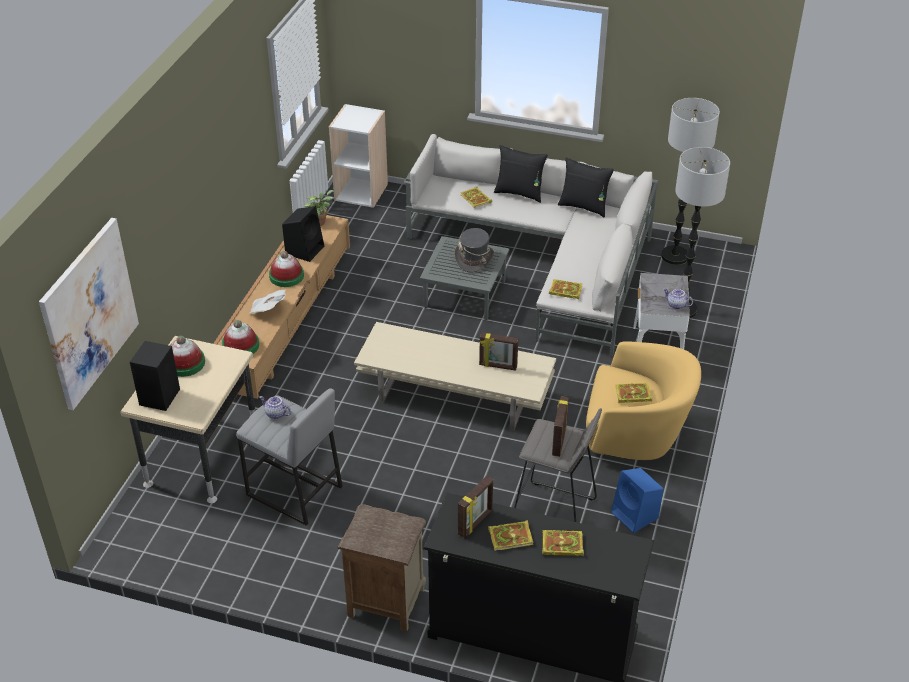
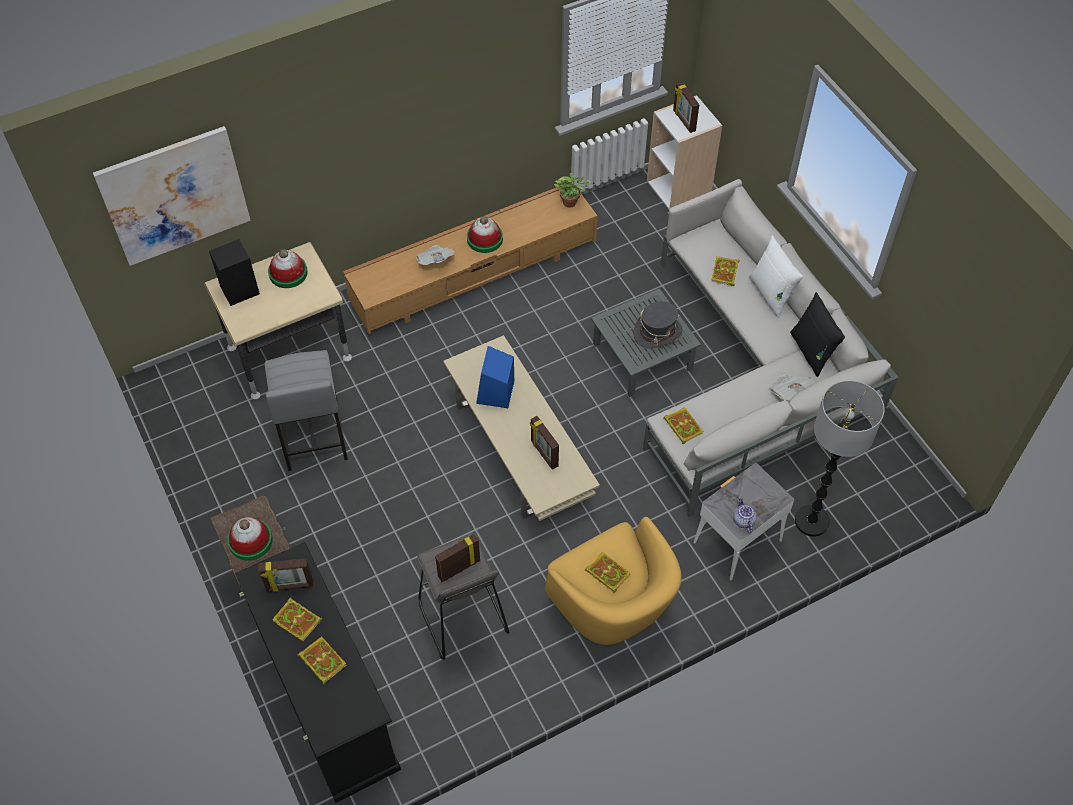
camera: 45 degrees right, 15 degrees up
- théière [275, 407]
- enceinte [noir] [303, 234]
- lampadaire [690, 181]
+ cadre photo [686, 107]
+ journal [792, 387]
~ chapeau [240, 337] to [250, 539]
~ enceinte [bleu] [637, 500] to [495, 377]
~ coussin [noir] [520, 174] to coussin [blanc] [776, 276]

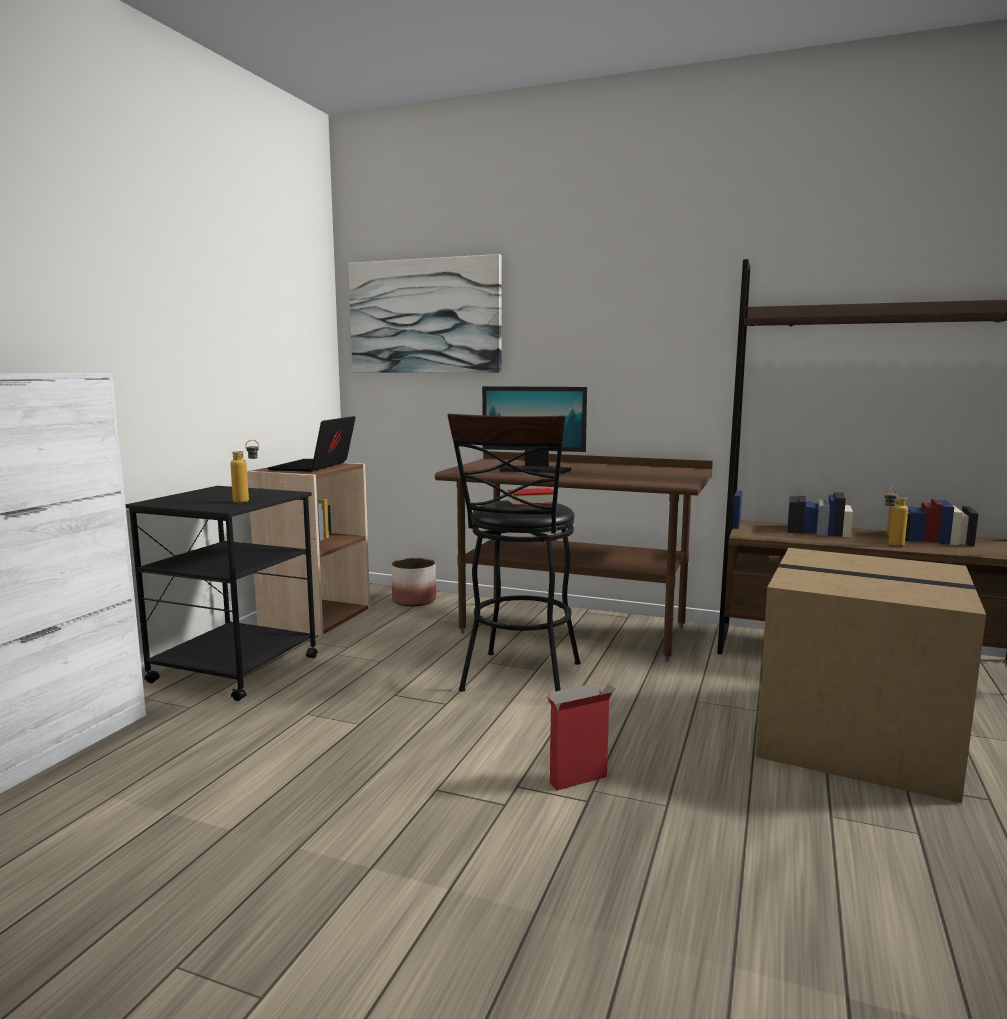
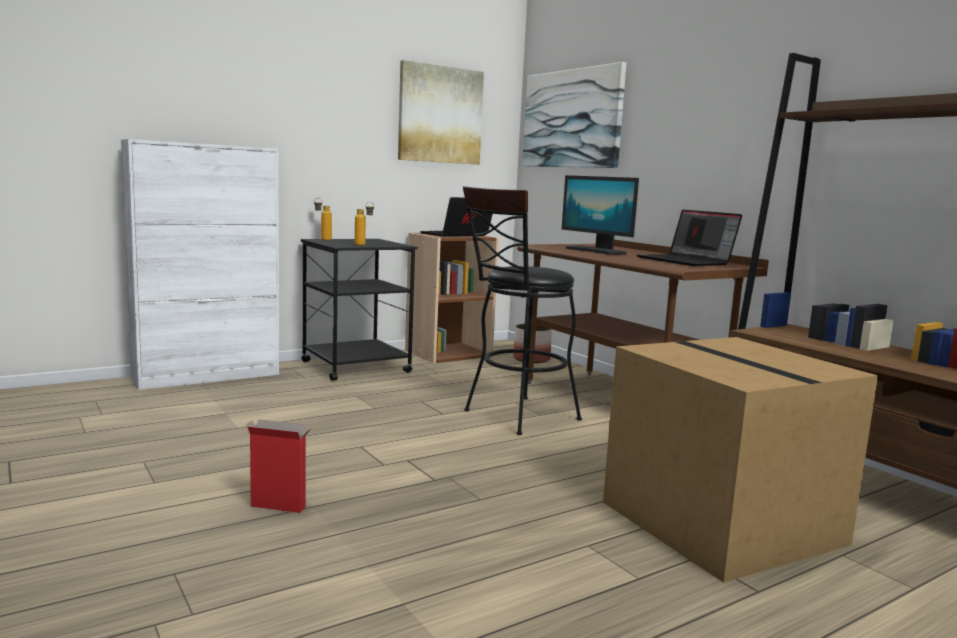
camera: 35 degrees right, 0 degrees up
- livre [532, 497]
+ tableau [441, 112]
+ ordinateur portable [689, 238]
~ carton [581, 736] to [278, 466]
~ bouteille [896, 517] to [323, 219]

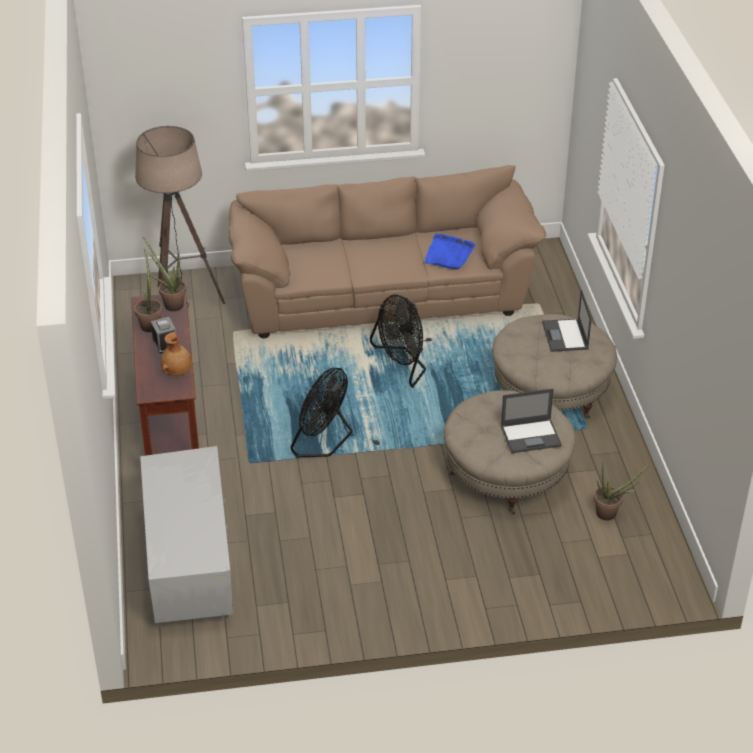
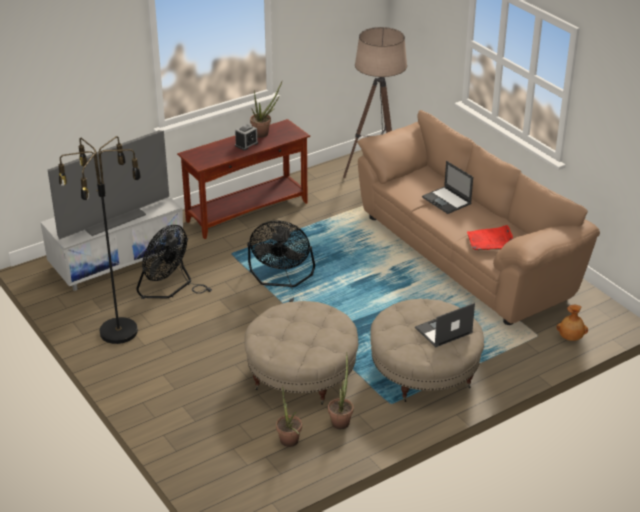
camera: 65 degrees right, 5 degrees down
+ téléviseur [108, 185]
+ lampadaire [99, 240]
~ plante en pot [164, 274] to [341, 391]
~ vase [marron] [176, 354] to [572, 323]
~ ventilateur [noir] [401, 341] to [174, 262]
~ ordinateur portable [531, 421] to [447, 187]
~ plateau [bleu] [450, 252] to plateau [rouge] [490, 238]

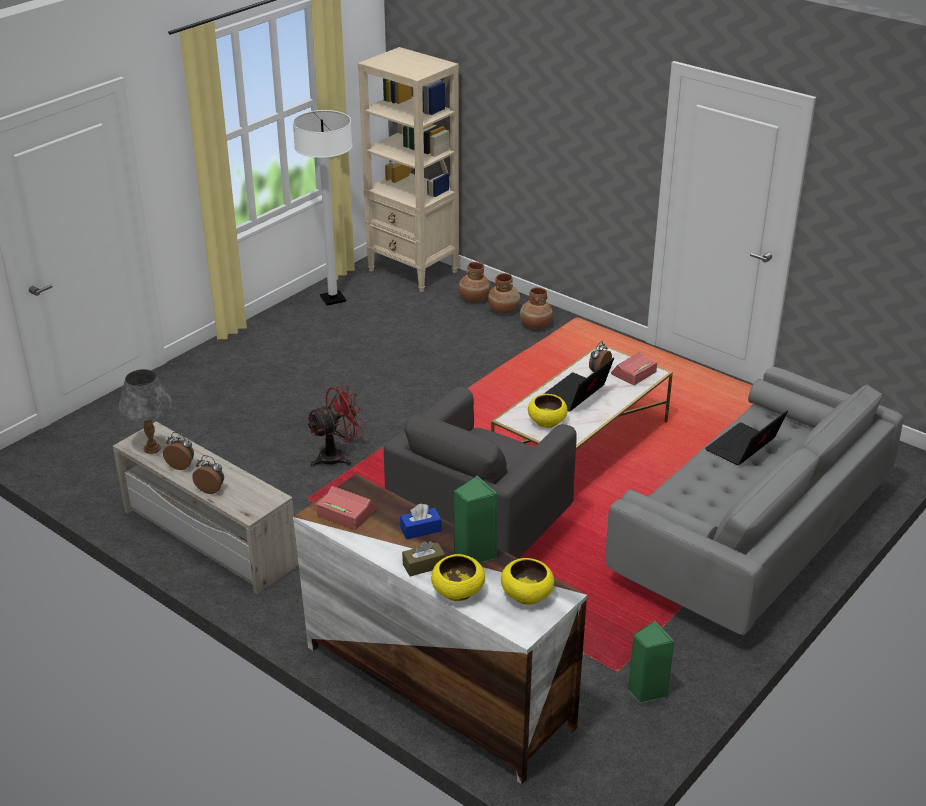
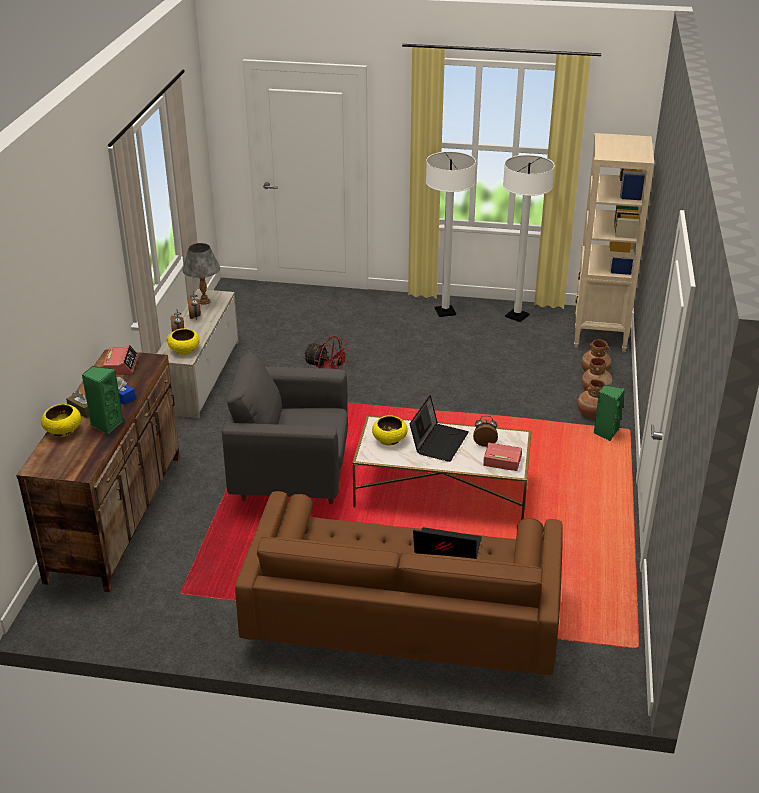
camera: 60 degrees right, 0 degrees up
+ lampadaire [blanc] [451, 234]
~ bol [jaune] [527, 581] to [183, 341]
~ enceinte [vert] [651, 662] to [609, 413]
~ meuble de rangement [blanc] [440, 629] to meuble de rangement [marron] [98, 470]
~ canapé [gris] [754, 501] to canapé [marron] [399, 583]
~ ordinateur portable [579, 384] = [439, 428] 105 degrees clockwise

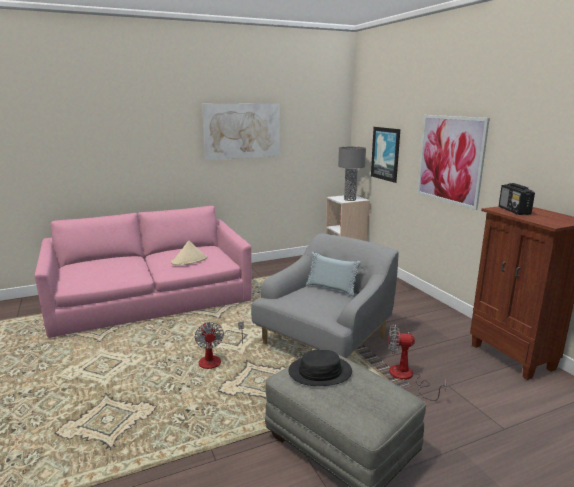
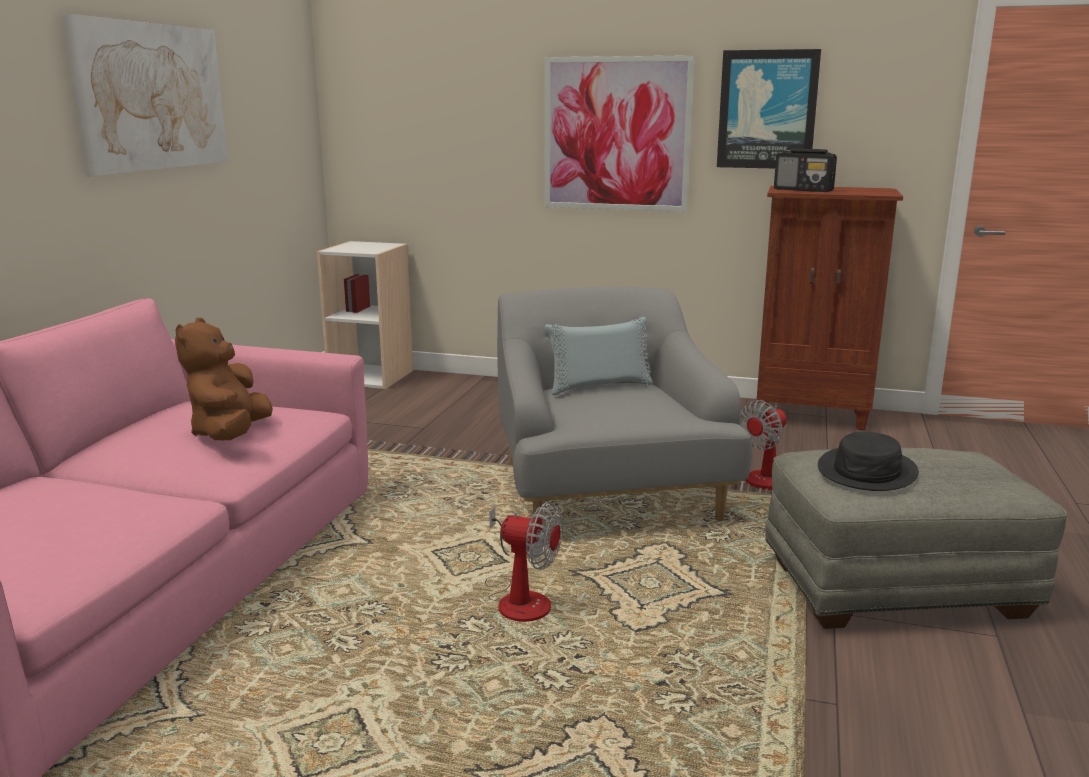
camera: 50 degrees left, 0 degrees up
- lampe de table [gris] [352, 174]
~ tableau [385, 155] to [769, 108]
~ chapeau [beige] [189, 252] to peluche [marron] [224, 379]

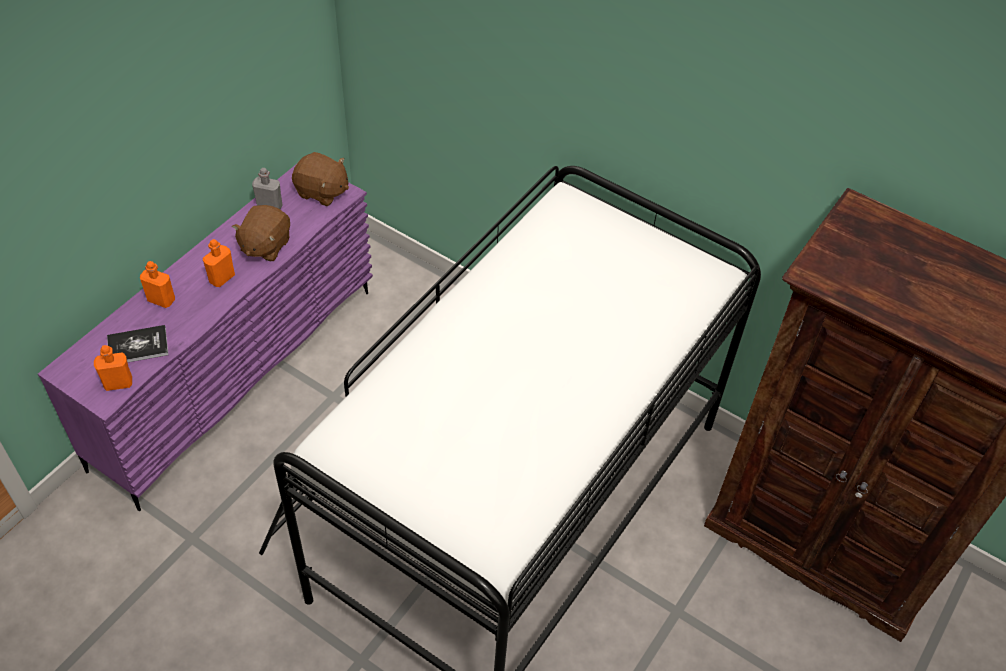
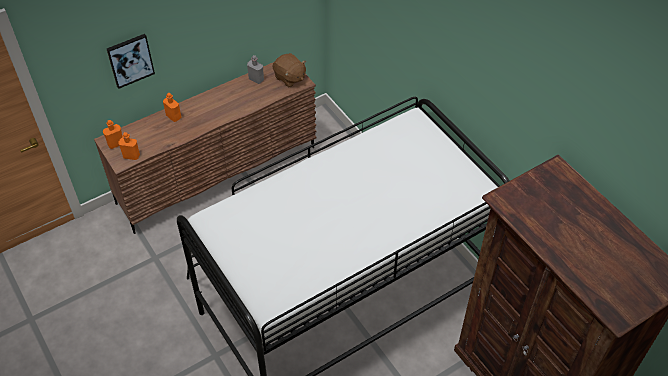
camera: 25 degrees right, 0 degrees up
- livre [137, 343]
- peluche [marron] [261, 233]
+ tableau [131, 61]
~ bouteille [orange] [219, 263] to [112, 134]
~ commode [violet] [205, 338] to commode [marron] [205, 148]

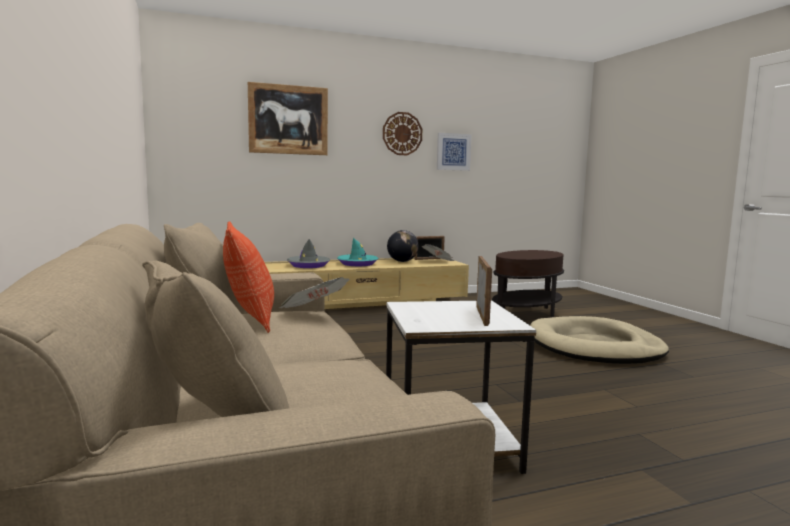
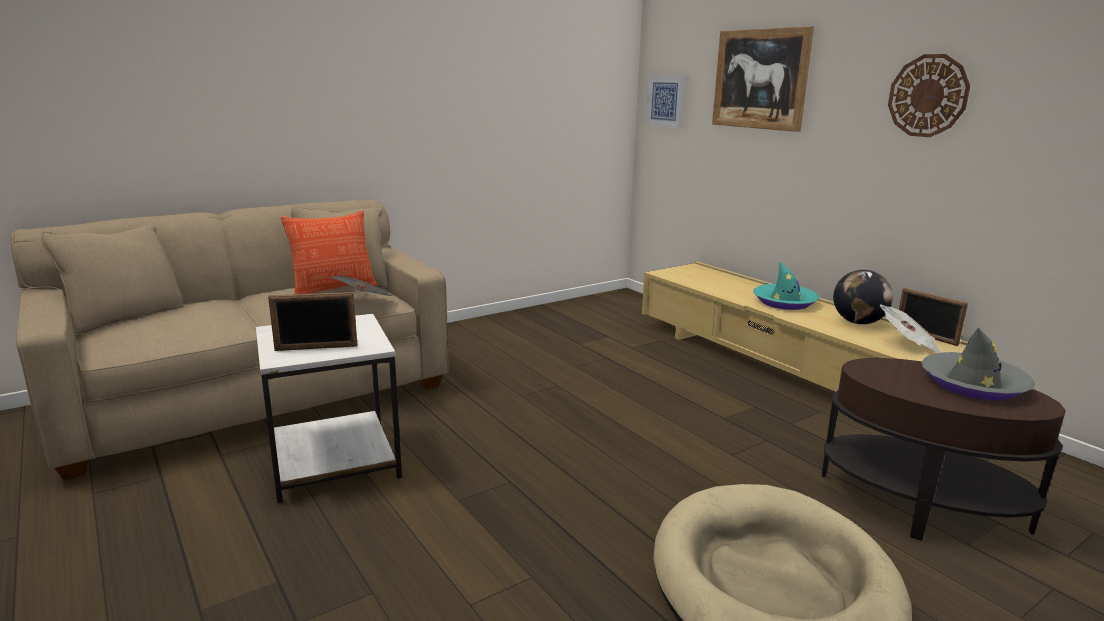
camera: 75 degrees right, 10 degrees up
~ chapeau [gris] [308, 253] to [978, 364]
~ tableau [454, 152] to [665, 101]

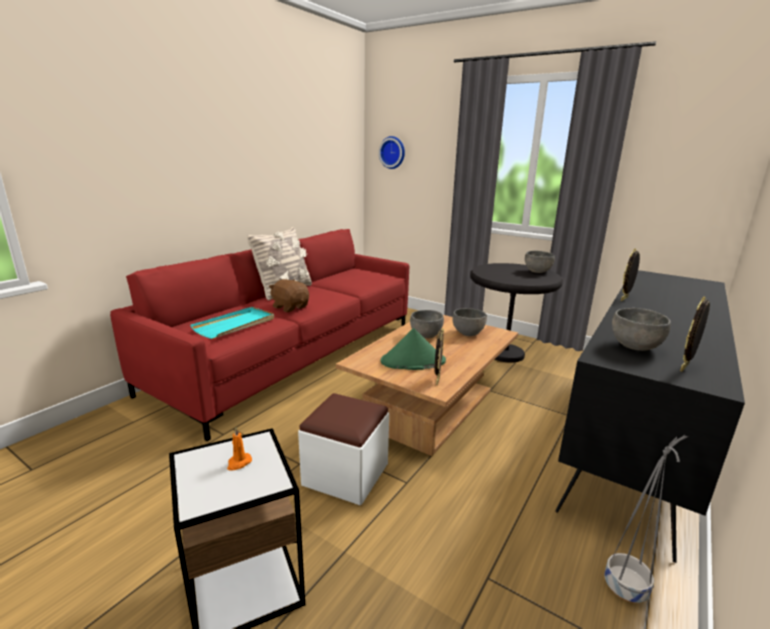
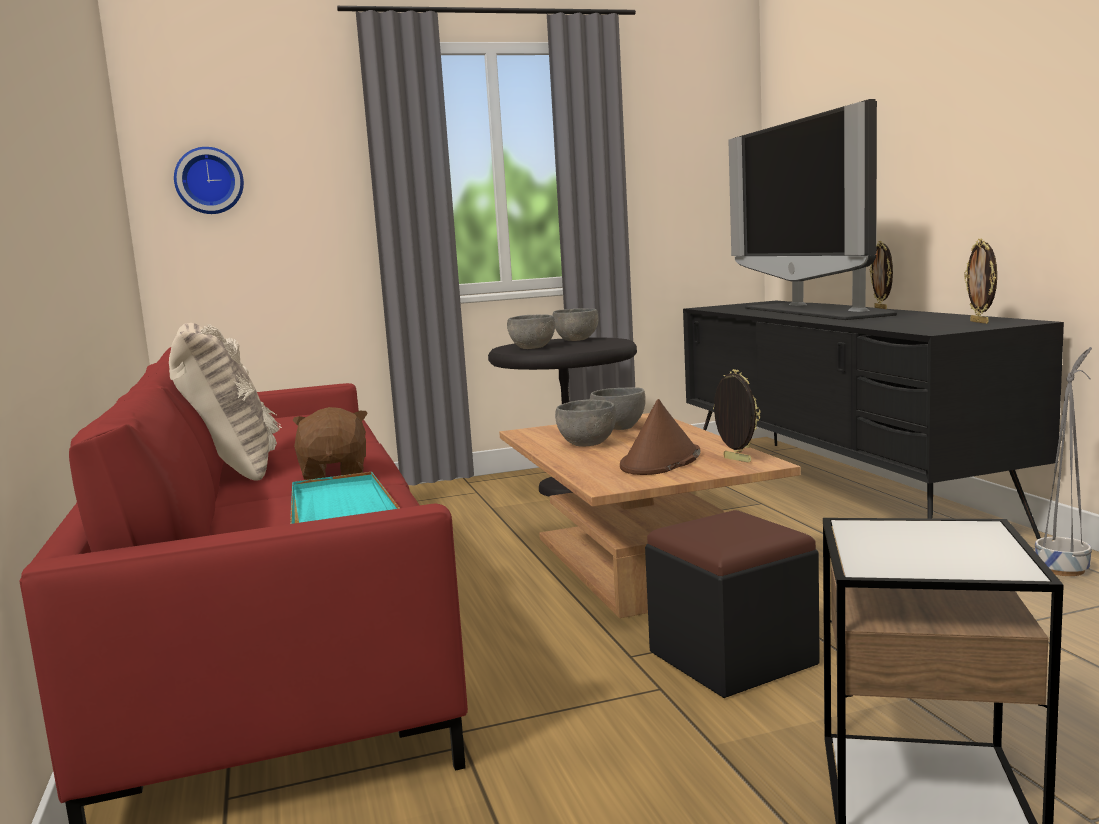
camera: 50 degrees left, 10 degrees down
- bougie [orange] [239, 449]
+ téléviseur [812, 209]
~ bol [gris] [641, 329] to [531, 331]
~ cadre photo [630, 274] to [881, 275]
~ pouf [blanc] [343, 449] to pouf [noir] [732, 604]
~ chapeau [vert] [413, 349] to chapeau [marron] [660, 437]
~ peluche [marron] [289, 295] = [330, 443] 90 degrees clockwise

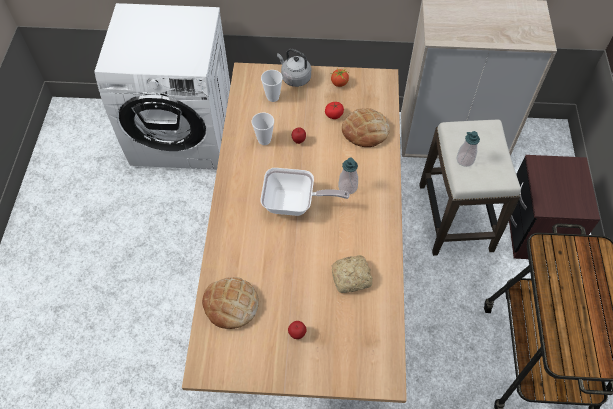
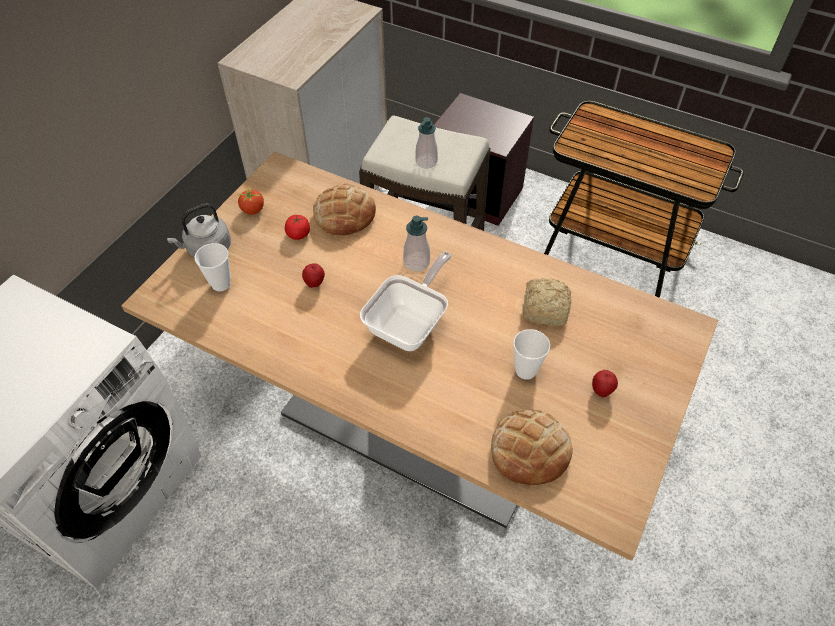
camera: 65 degrees left, 5 degrees down
~ tasse [263, 128] to [531, 354]

